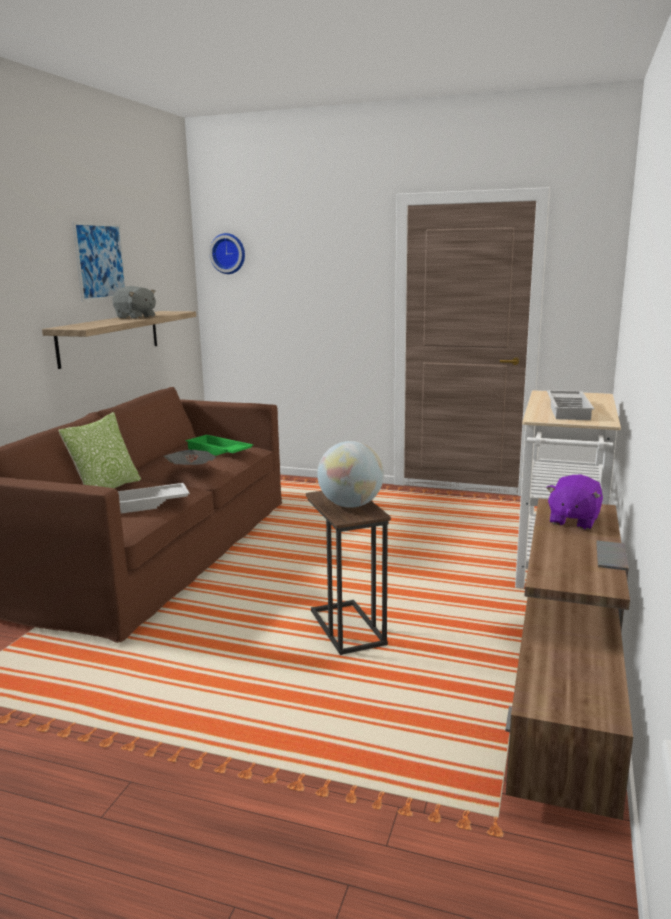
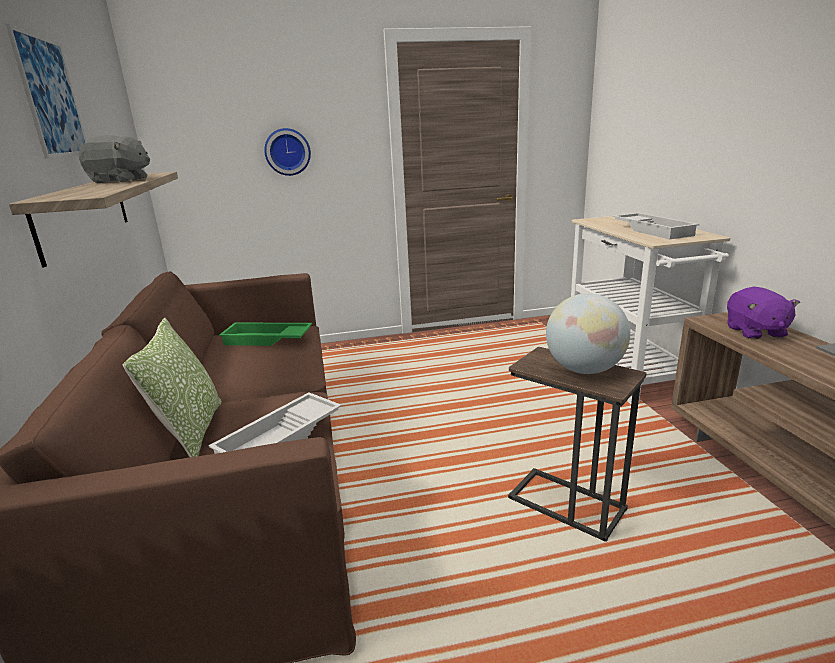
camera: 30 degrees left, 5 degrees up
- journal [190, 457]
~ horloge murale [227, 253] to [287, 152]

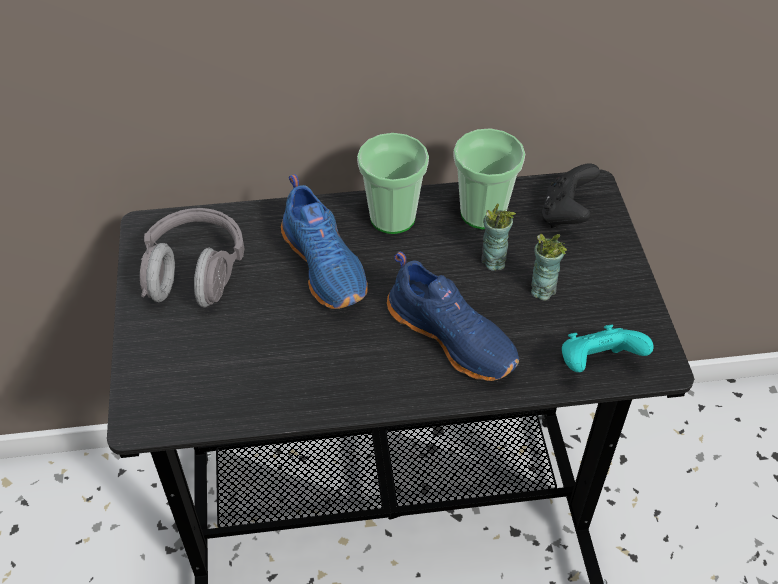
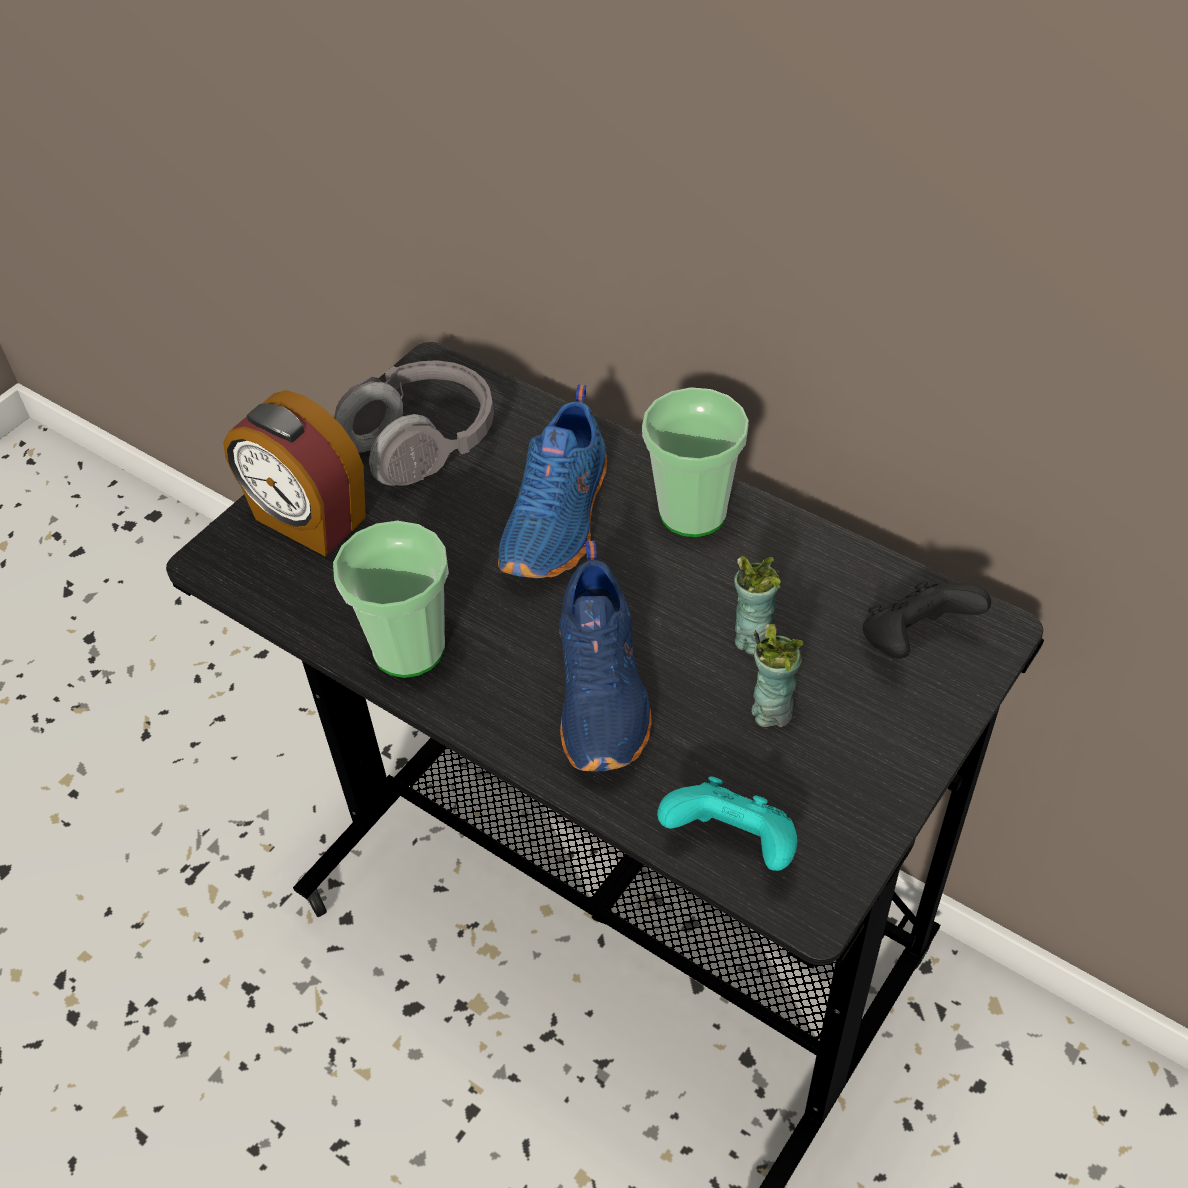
camera: 45 degrees right, 0 degrees up
+ réveil [294, 473]
~ tasse [489, 178] to [391, 599]

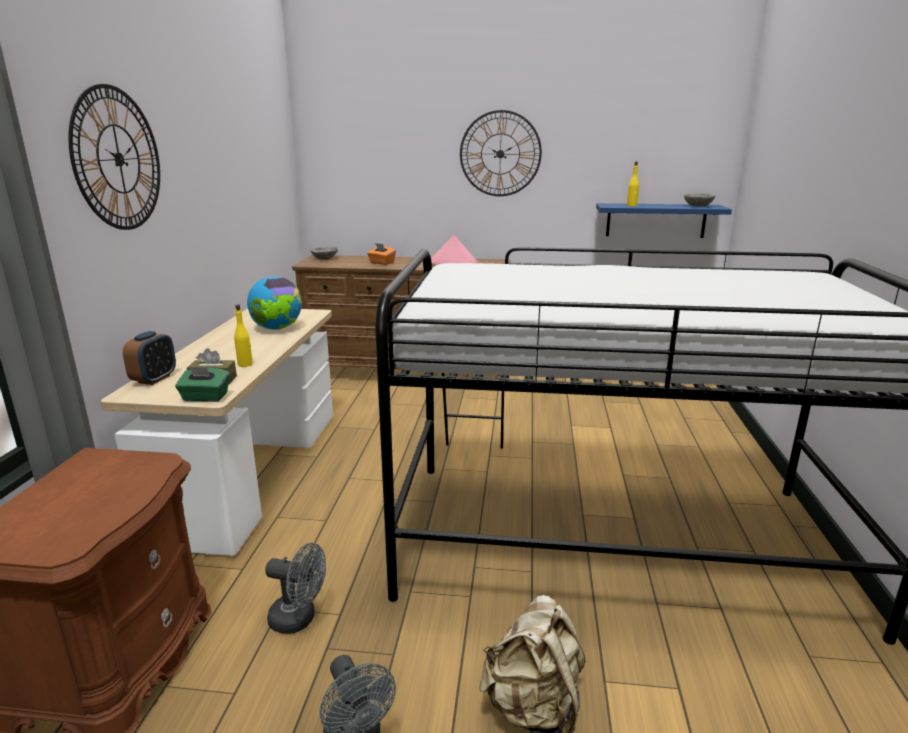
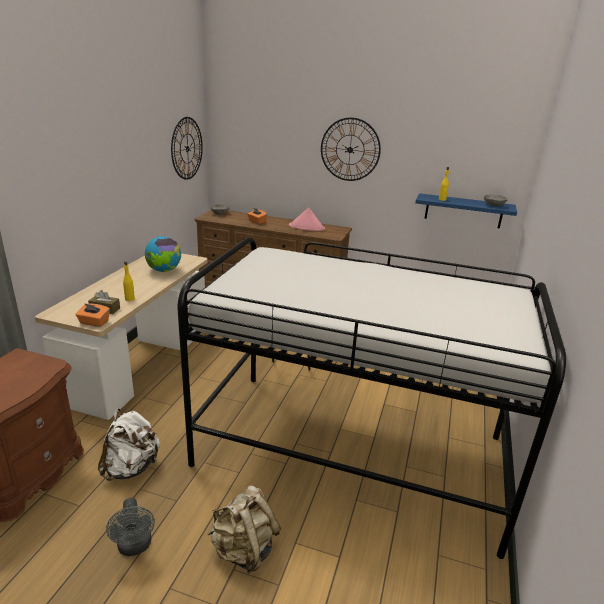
camera: 10 degrees right, 5 degrees up
- réveil [149, 358]
~ horloge murale [114, 157] to [187, 148]
~ ventilateur [gris] [295, 588] to sac à dos [blanc] [129, 444]
~ boîte à mouchoirs [vert] [202, 384] to boîte à mouchoirs [orange] [93, 315]

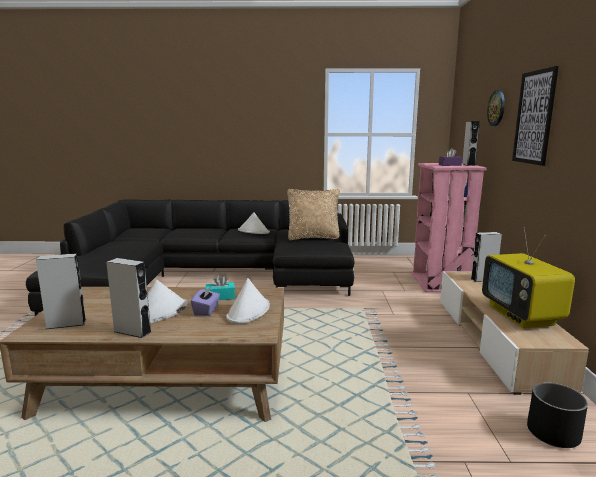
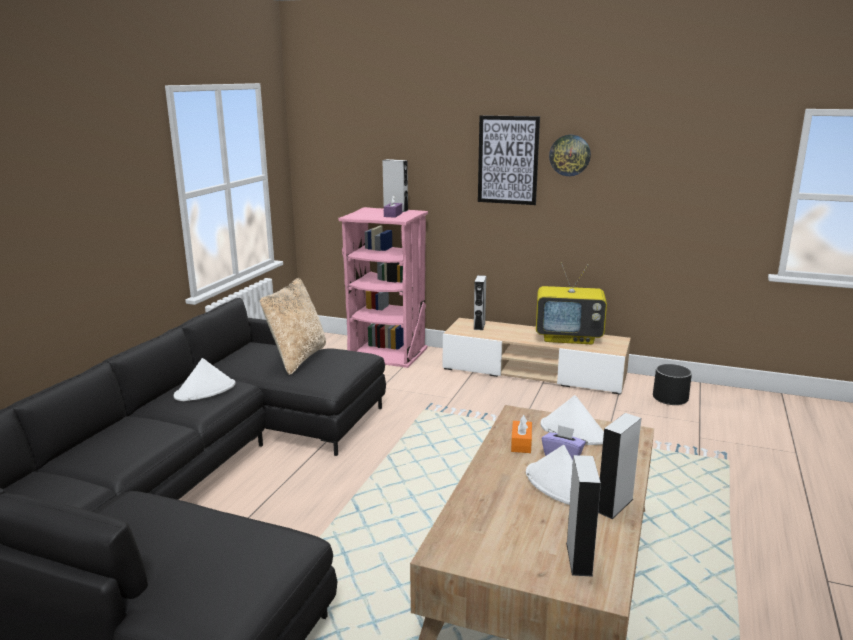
camera: 70 degrees left, 5 degrees up
~ horloge murale [496, 108] to [570, 155]
~ boîte à mouchoirs [turquoise] [220, 287] to boîte à mouchoirs [orange] [521, 434]

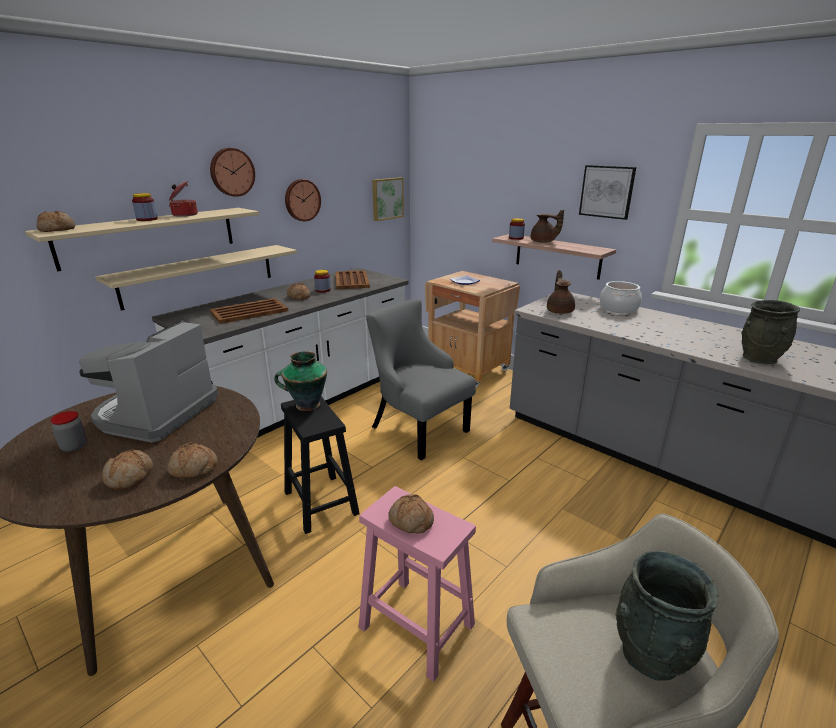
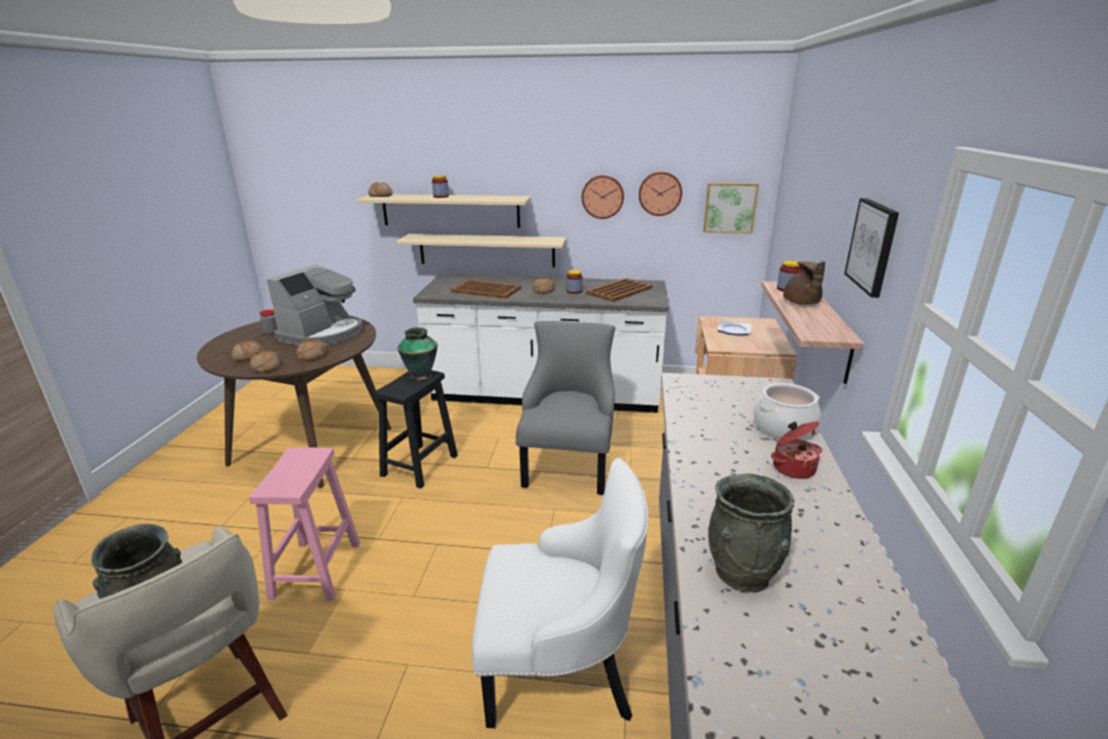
camera: 55 degrees right, 0 degrees up
- théière [marron] [561, 292]
+ chaise [blanc] [560, 593]
~ marmite [183, 199] to [796, 450]
~ horloge murale [232, 172] to [660, 193]
~ pain [411, 514] to [311, 350]
~ machine à café [148, 382] = [315, 305] 135 degrees clockwise

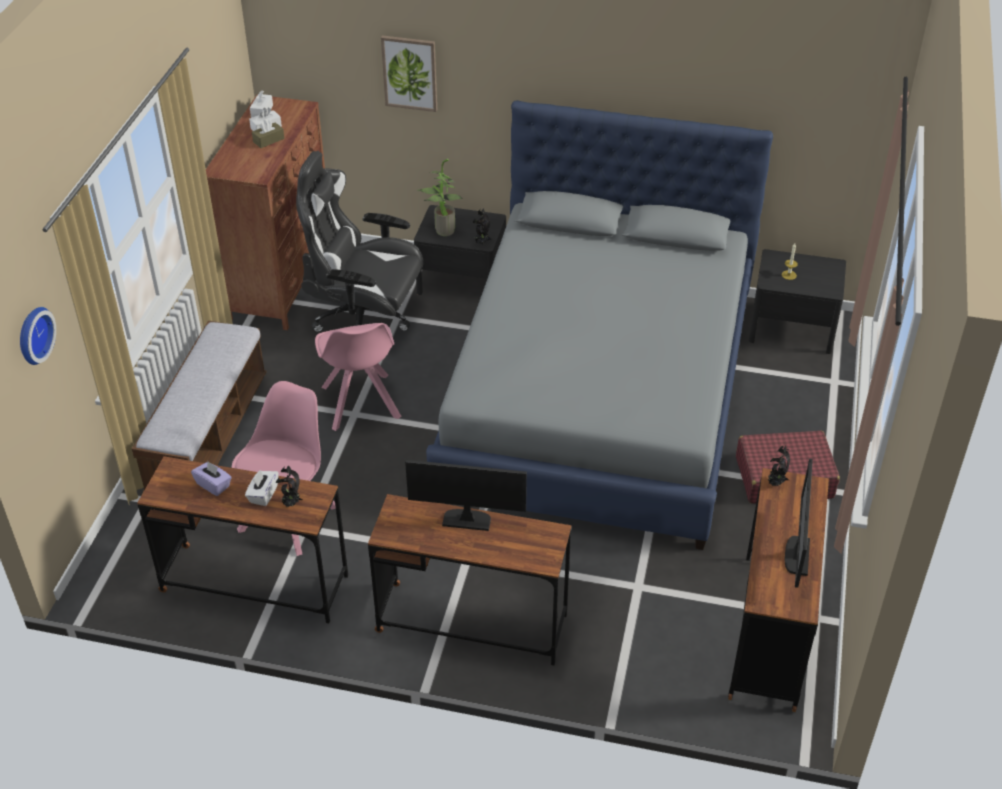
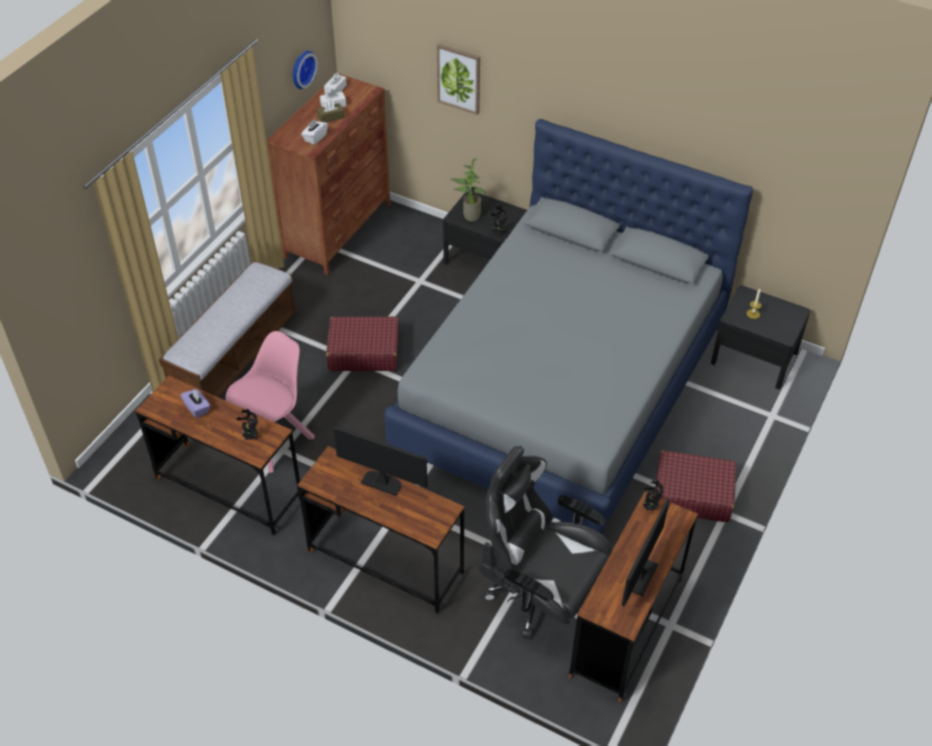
camera: 15 degrees right, 5 degrees up
~ horloge murale [38, 336] to [305, 70]
~ boîte à mouchoirs [blanc] [261, 488] to [314, 132]
~ chaise de bureau [noir] [359, 241] to [545, 542]
~ chaise [rose] [358, 377] to valise [rouge] [362, 343]

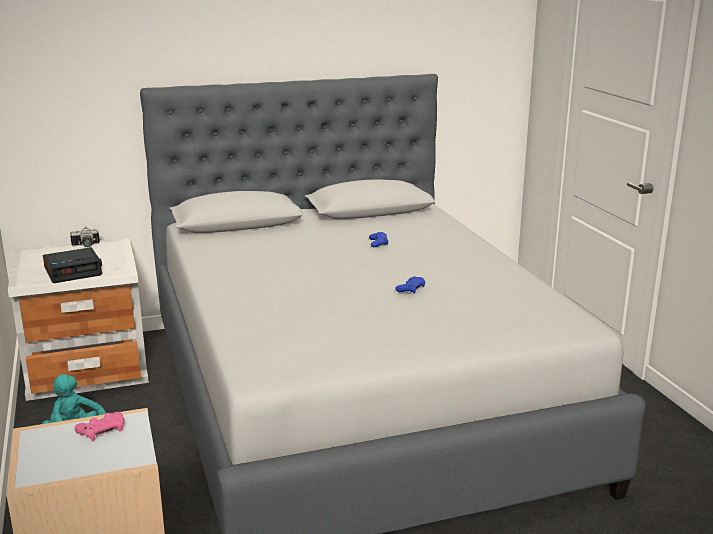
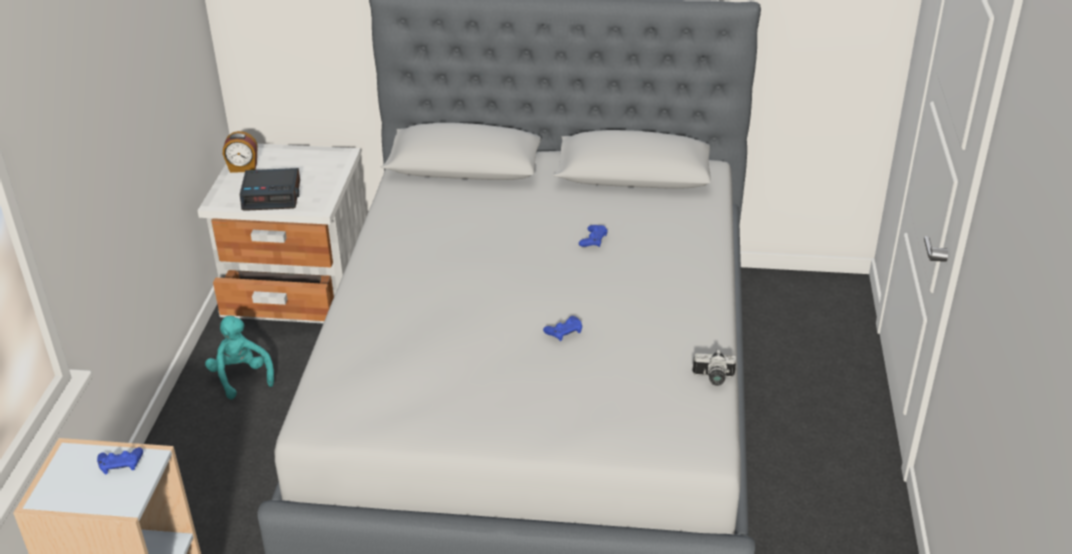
camera: 25 degrees right, 15 degrees up
+ réveil [240, 152]
~ appareil photo [85, 236] to [714, 368]
~ manette [rose] [99, 426] to manette [bleu] [120, 460]

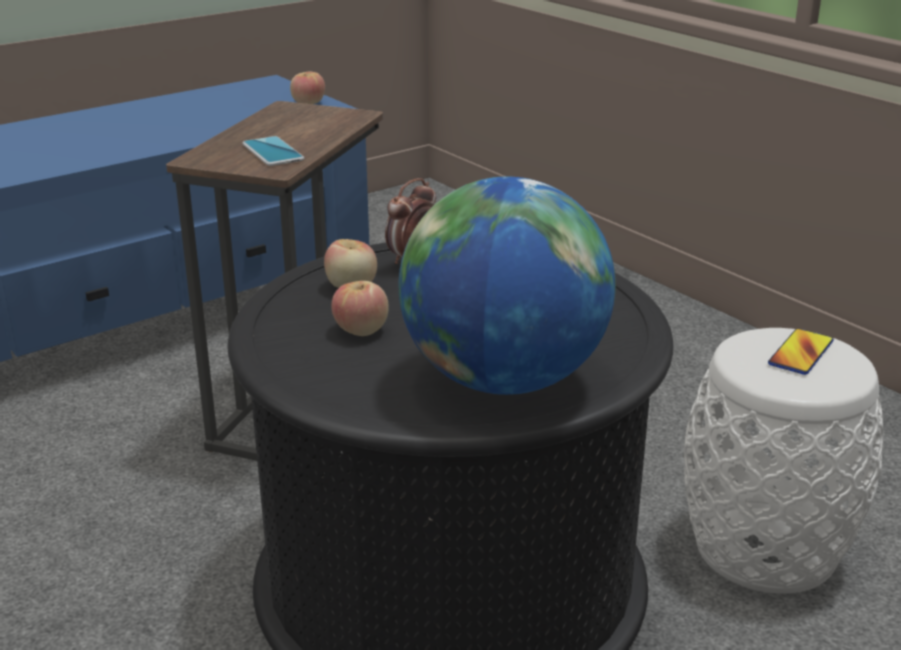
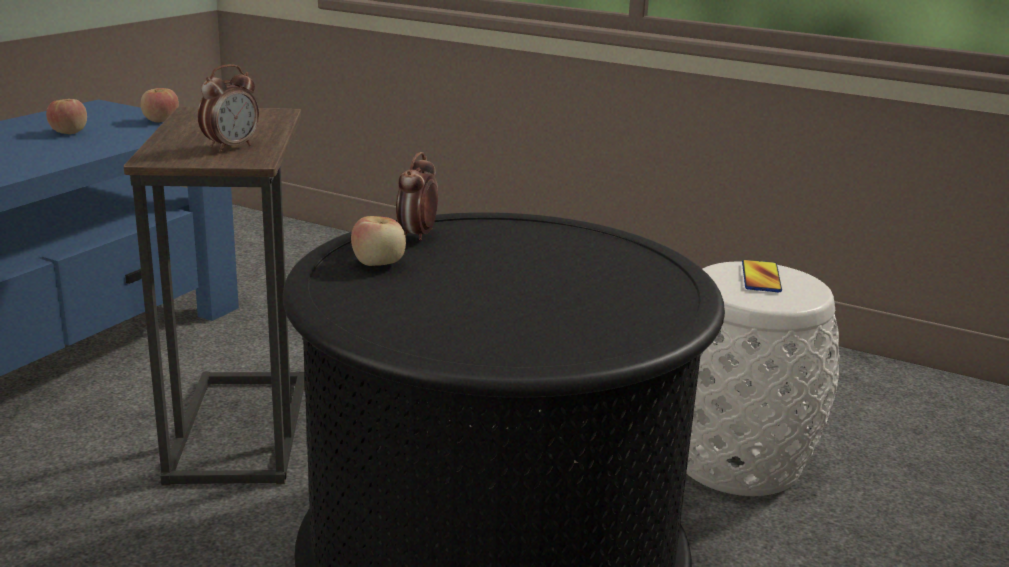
camera: 25 degrees left, 5 degrees down
- globe [507, 286]
~ pomme [360, 308] to [66, 116]
~ téléphone [273, 151] to réveil [228, 108]

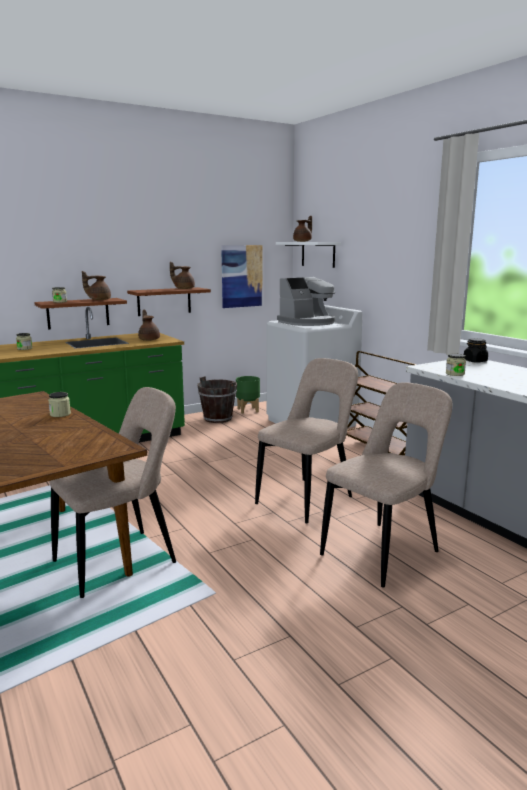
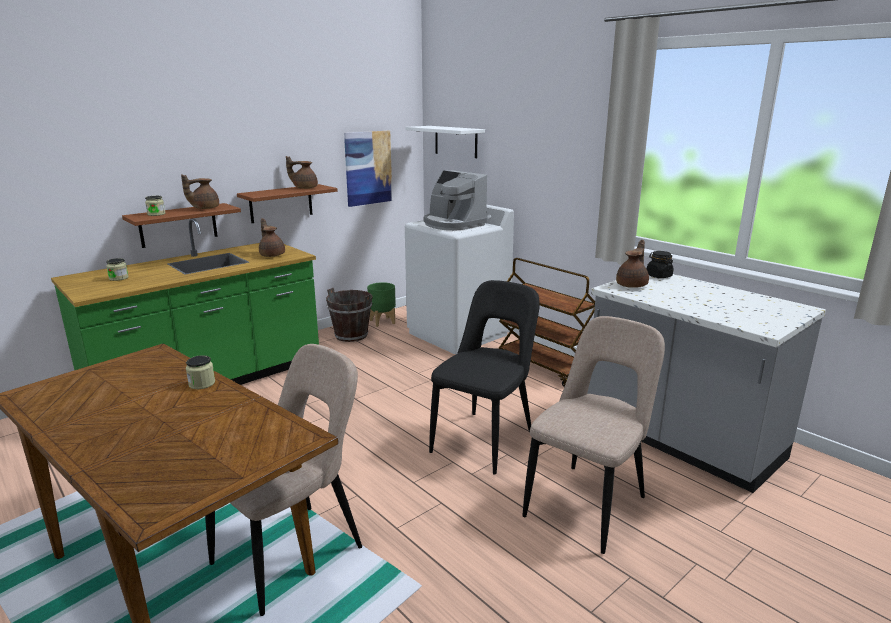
camera: 10 degrees left, 5 degrees up
- bocal [456, 364]
~ théière [marron] [302, 229] to [632, 264]
~ chaise [beige] [306, 440] to chaise [noir] [484, 377]
~ machine à café [306, 301] = [455, 200] 90 degrees clockwise

